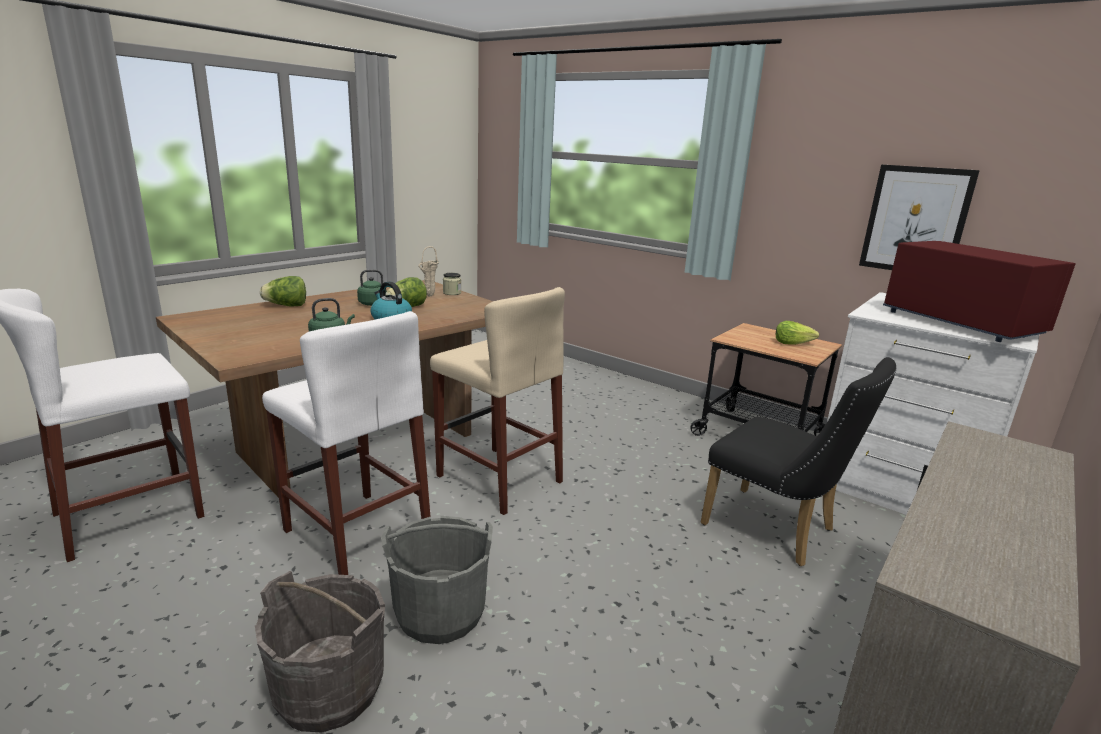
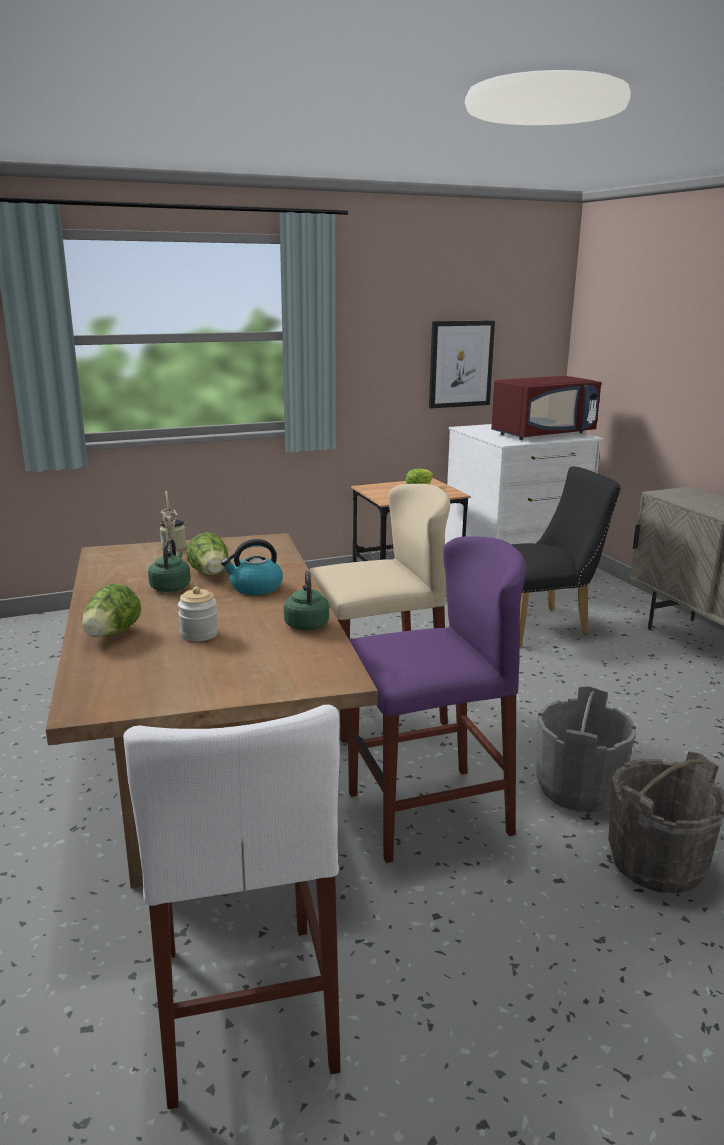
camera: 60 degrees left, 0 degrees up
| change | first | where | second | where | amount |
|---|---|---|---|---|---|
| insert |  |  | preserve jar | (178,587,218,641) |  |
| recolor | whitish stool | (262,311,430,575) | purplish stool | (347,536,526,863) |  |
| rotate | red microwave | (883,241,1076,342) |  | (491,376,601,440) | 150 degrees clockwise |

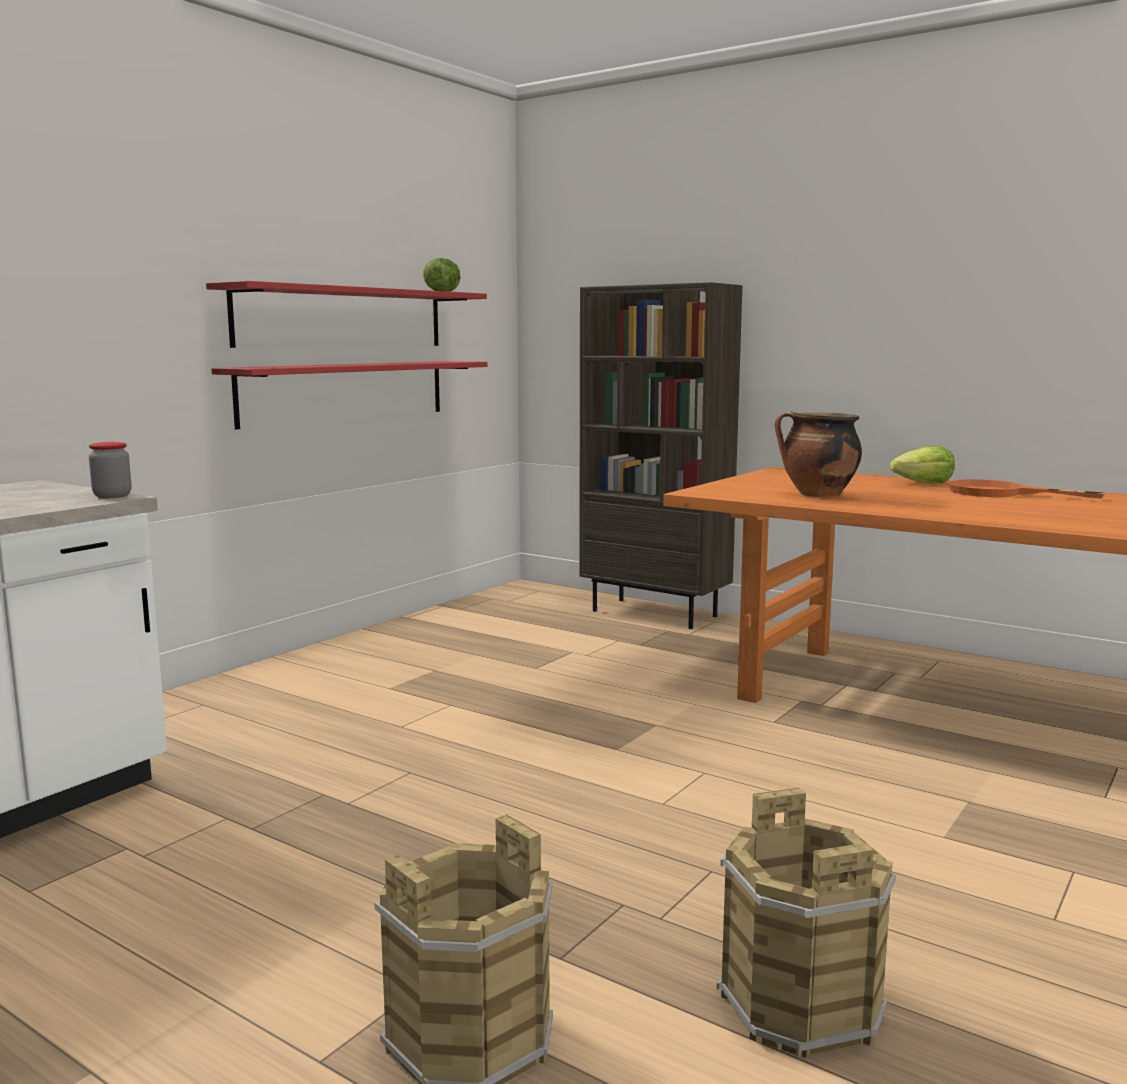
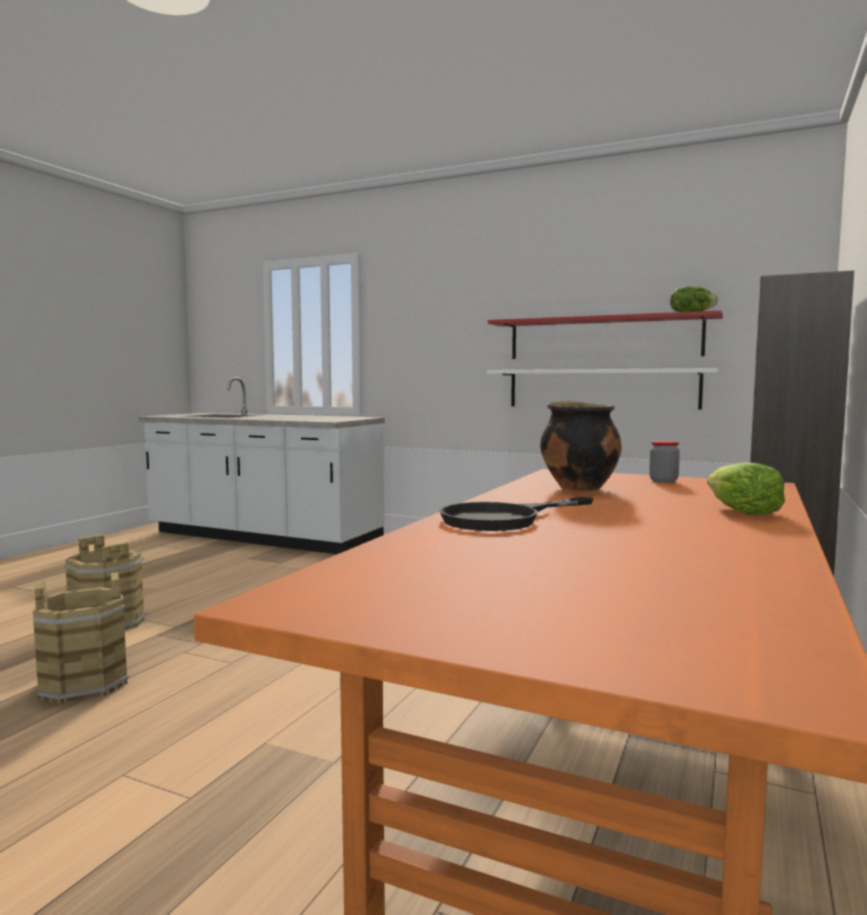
camera: 80 degrees right, 5 degrees down
| change | first | where | second | where | amount |
|---|---|---|---|---|---|
| delete | orange skillet | (948,479,1105,499) |  |  |  |
| insert |  |  | blackish skillet | (439,497,593,531) |  |
| move | preserve jar | (89,442,131,498) |  | (649,440,680,483) |  |
| recolor | red wall shelf | (211,361,488,430) | whitish wall shelf | (487,368,720,410) |  |

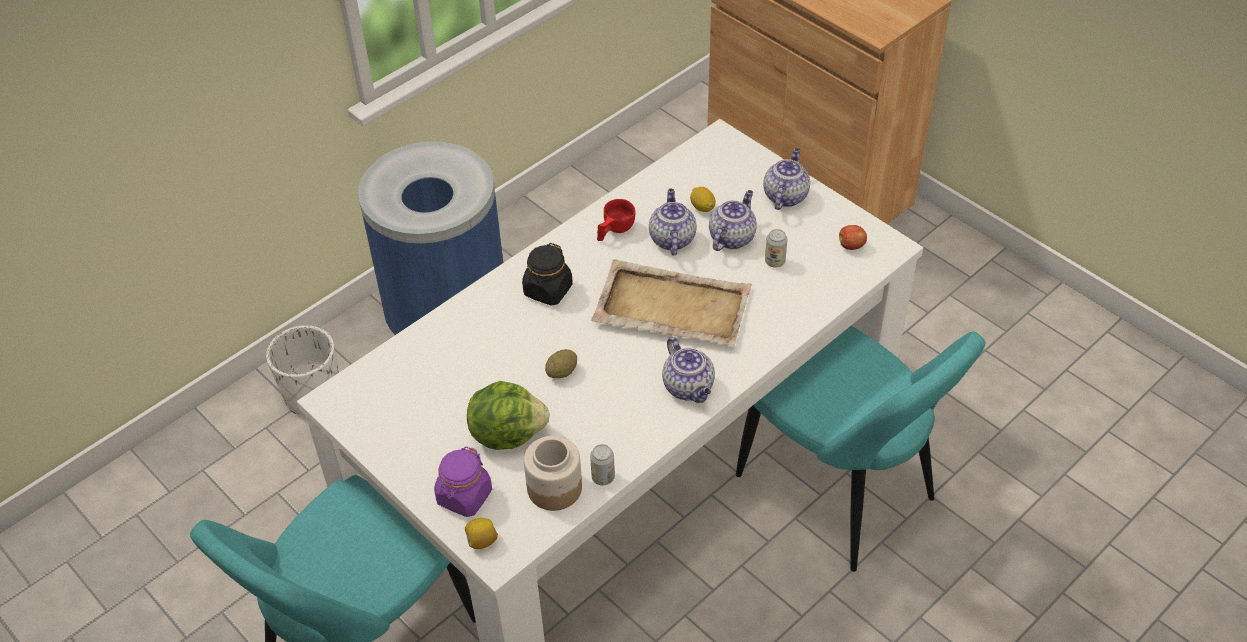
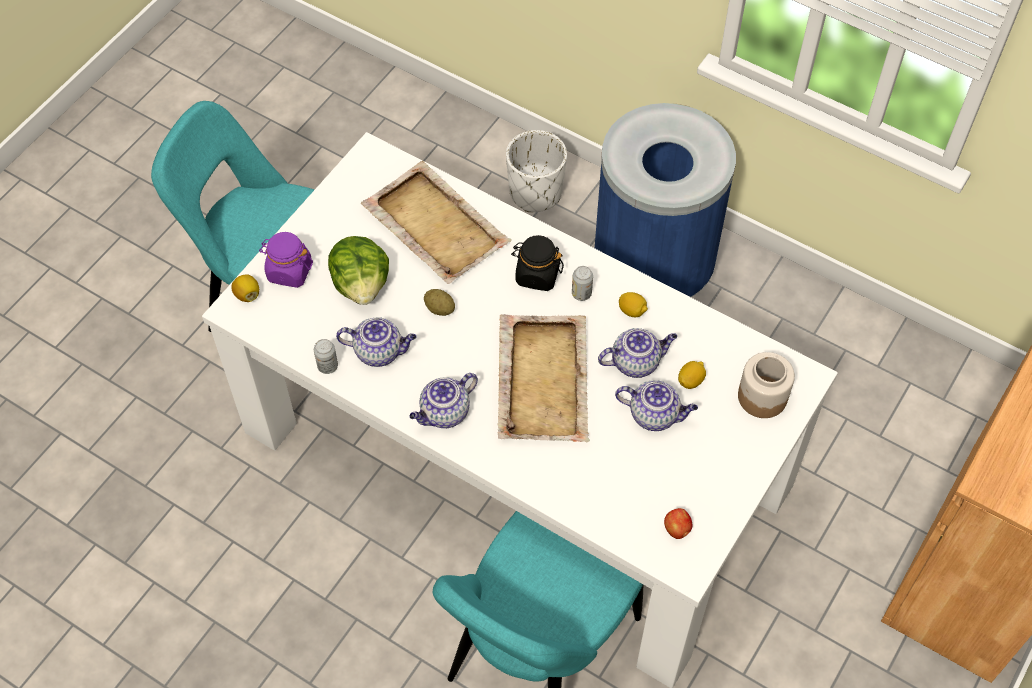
camera: 75 degrees right, 10 degrees up
| change | first | where | second | where | amount |
|---|---|---|---|---|---|
| insert |  |  | beige-coloured tray | (361,161,511,284) |  |
| move | preserve jar | (524,436,582,511) |  | (738,352,795,418) |  |
| move | teapot | (763,148,810,210) |  | (336,317,417,367) |  |
| move | sealed can | (765,229,787,268) |  | (572,266,593,301) |  |
| replace | red small cup | (597,199,635,241) | citrus fruit | (619,292,648,317) |  |

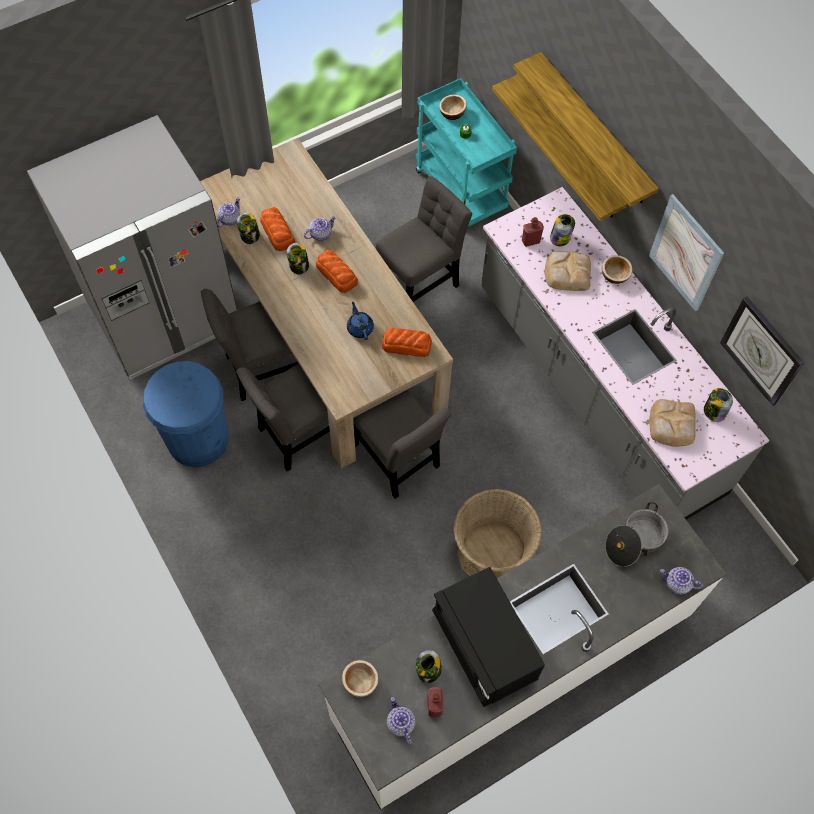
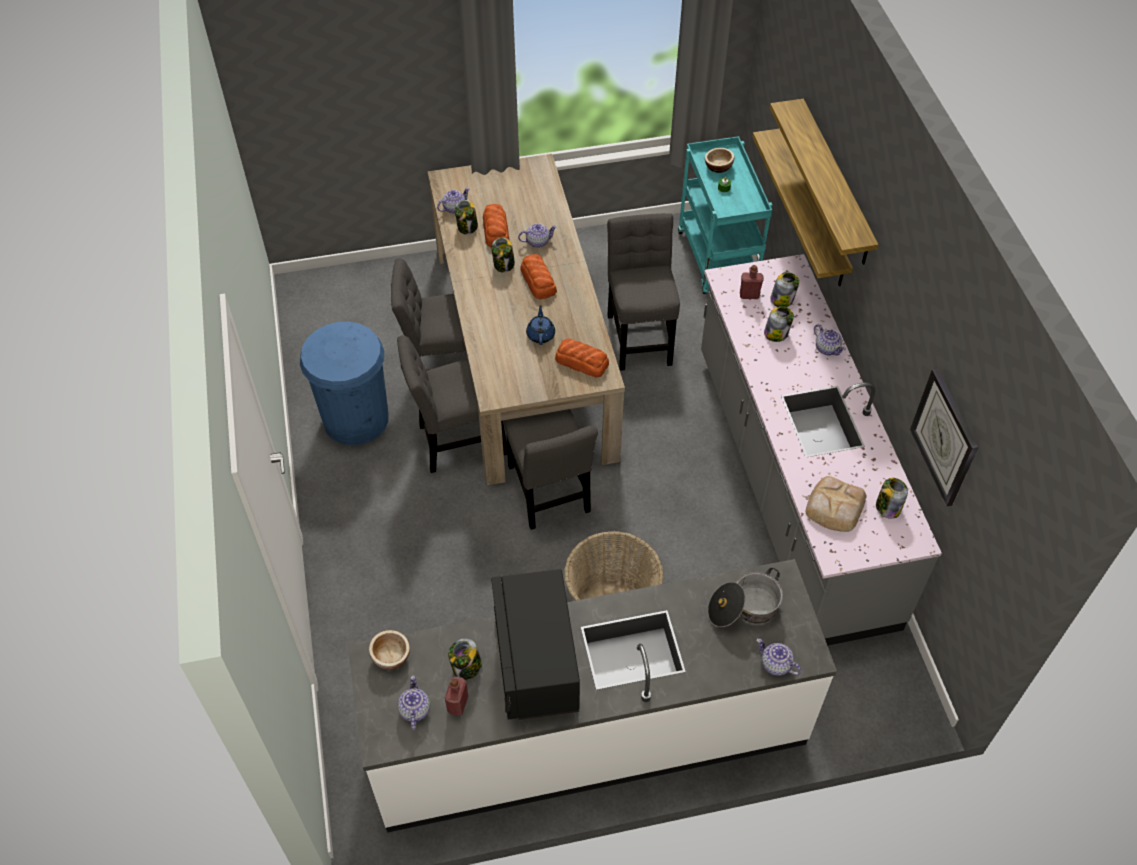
camera: 20 degrees right, 10 degrees down
| change | first | where | second | where | amount |
|---|---|---|---|---|---|
| delete | greyish fridge | (27,115,237,379) |  |  |  |
| delete | wall picture | (649,194,724,312) |  |  |  |
| replace | bread | (544,251,591,291) | preserve jar | (764,307,794,342) |  |
| replace | serving bowl | (602,255,633,284) | teapot | (814,324,846,356) |  |
| rotate | greyish upright chair | (376,176,472,302) |  | (607,213,680,371) | 75 degrees counterclockwise |

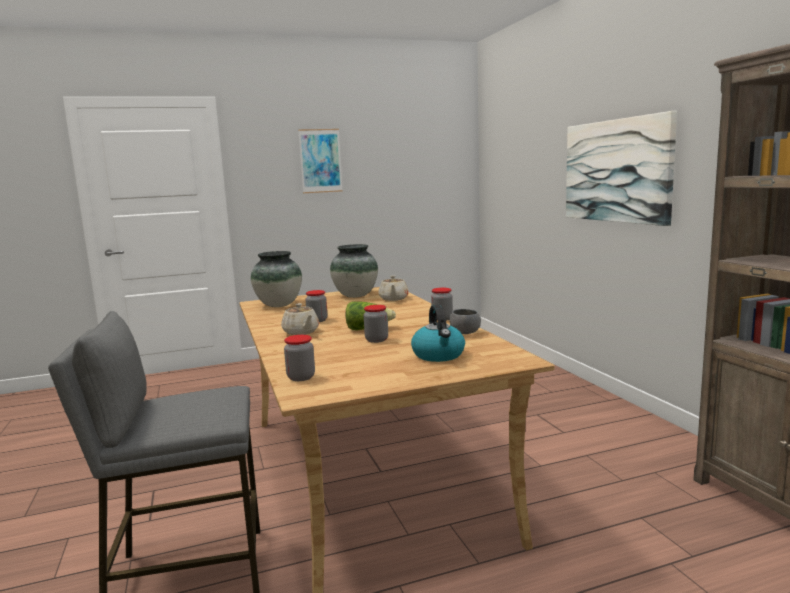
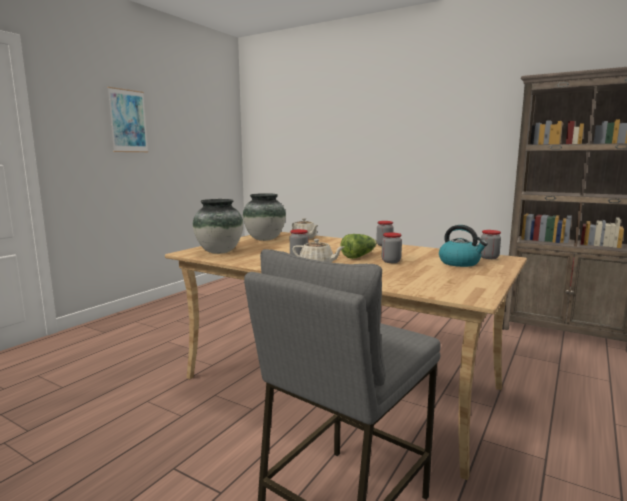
camera: 40 degrees left, 0 degrees up
| change | first | where | second | where | amount |
|---|---|---|---|---|---|
| delete | greyish serving bowl | (449,309,481,334) |  |  |  |
| delete | wall picture | (566,111,677,226) |  |  |  |
| move | preserve jar | (284,335,315,381) |  | (481,230,501,259) |  |

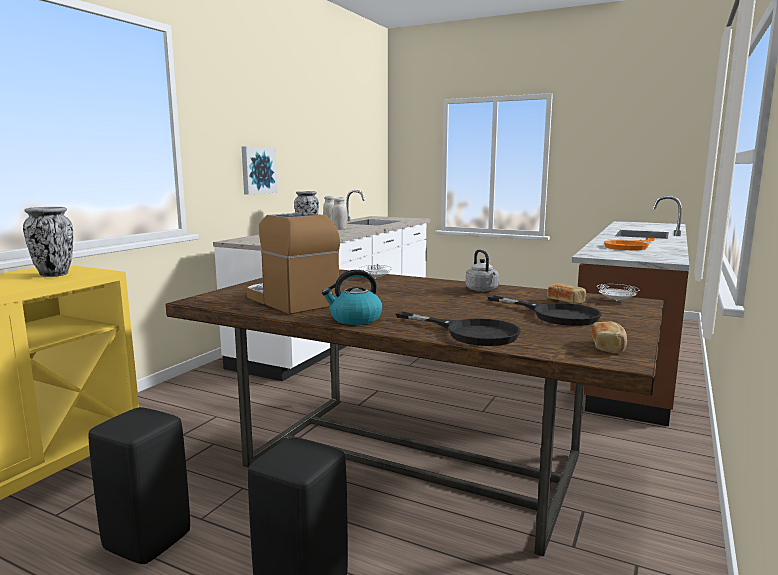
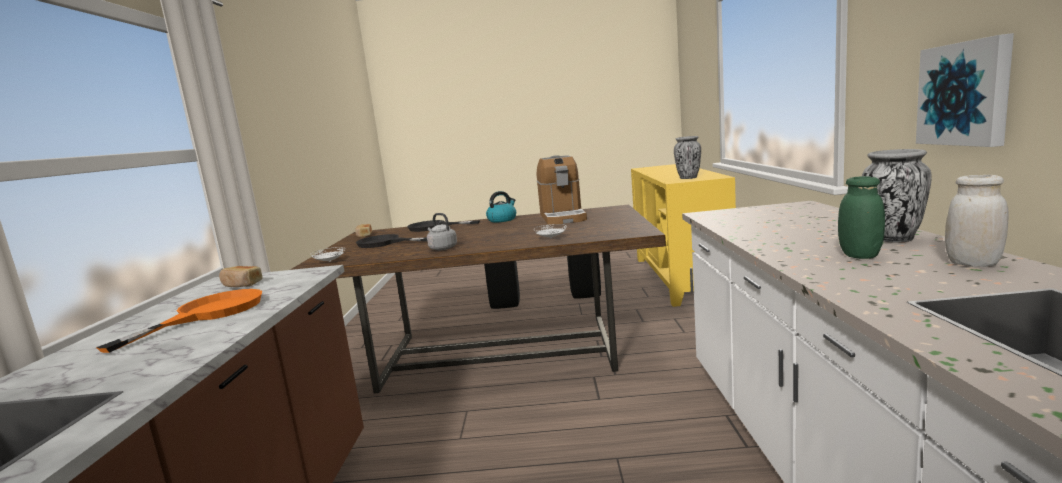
camera: 155 degrees right, 0 degrees up
| change | first | where | second | where | amount |
|---|---|---|---|---|---|
| move | bread | (547,283,586,304) |  | (219,266,263,287) |  |
| recolor | whitish preserve jar | (332,197,348,230) | green-coloured preserve jar | (838,176,885,259) |  |
| rotate | coffee machine | (247,212,340,314) |  | (537,155,587,225) | 60 degrees clockwise |

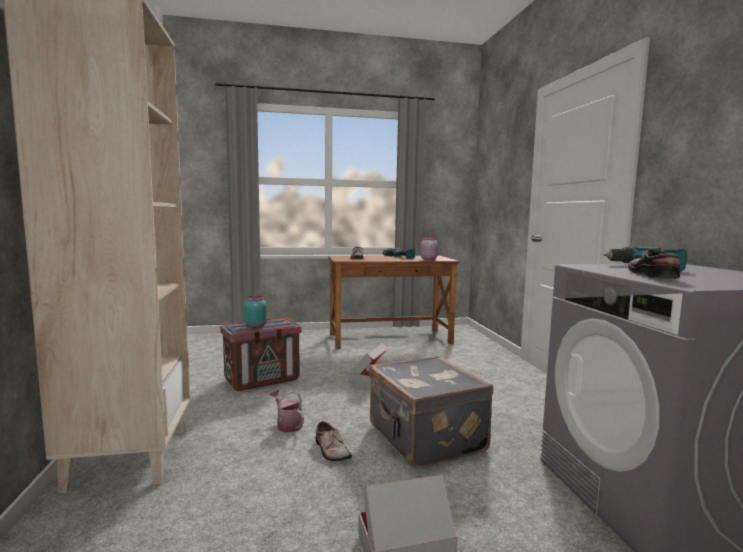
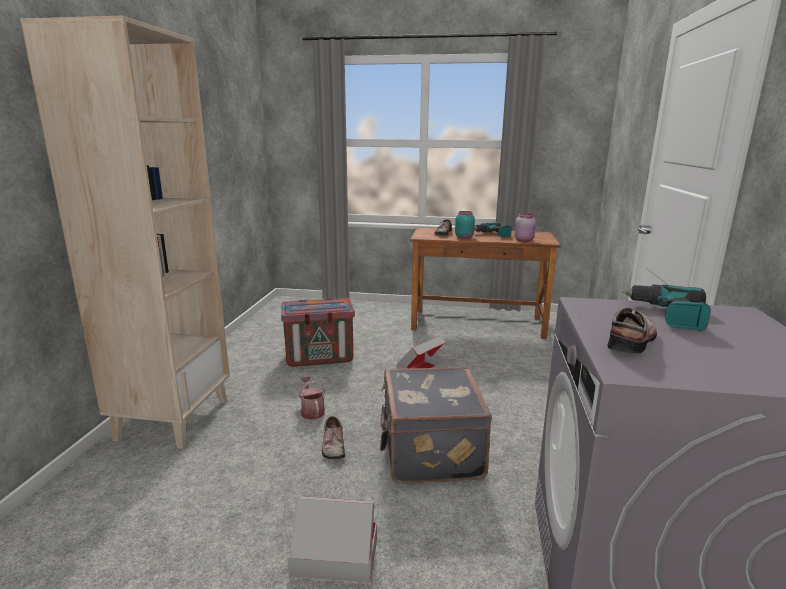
camera: 20 degrees right, 10 degrees up
| change | first | where | second | where | amount |
|---|---|---|---|---|---|
| move | turquoise-coloured preserve jar | (244,296,267,328) |  | (455,211,475,239) |  |

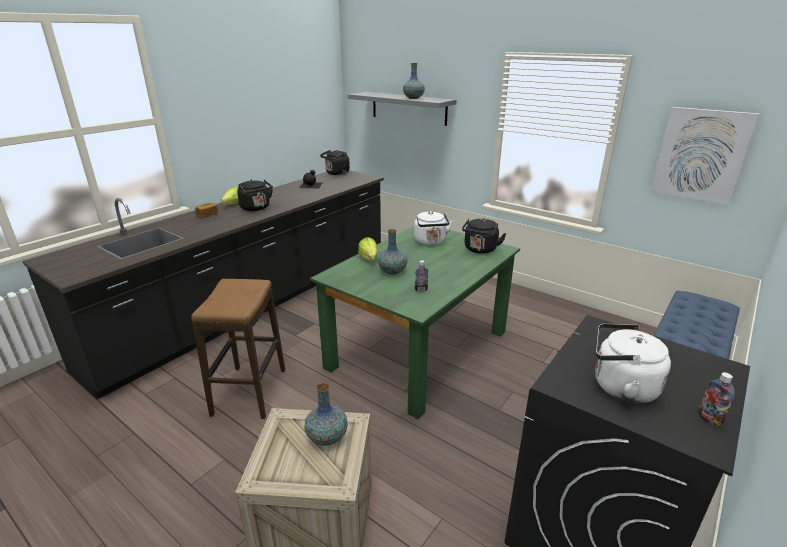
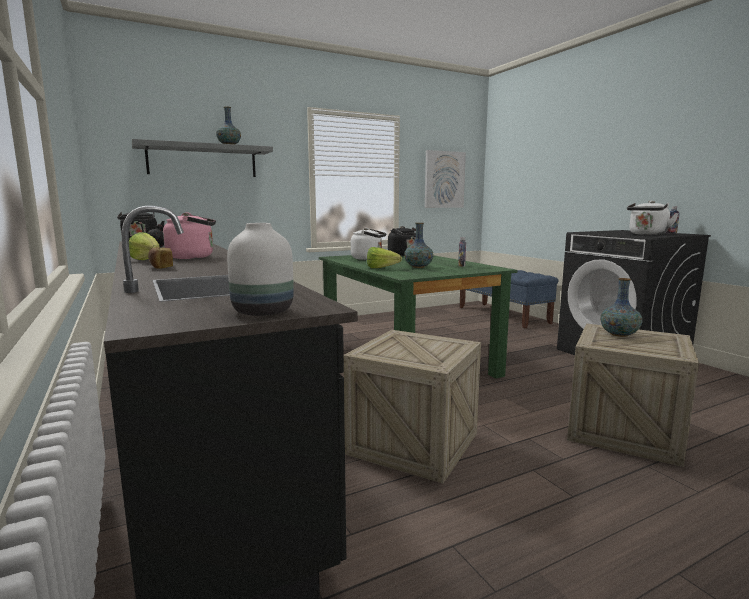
camera: 65 degrees left, 15 degrees down
| change | first | where | second | where | amount |
|---|---|---|---|---|---|
| insert |  |  | whitish flower vase | (227,223,294,316) |  |
| replace | stool | (191,279,285,419) | crate | (344,330,481,483) |  |
| recolor | blackish tea kettle | (237,179,273,211) | pink-coloured tea kettle | (163,212,216,259) |  |

